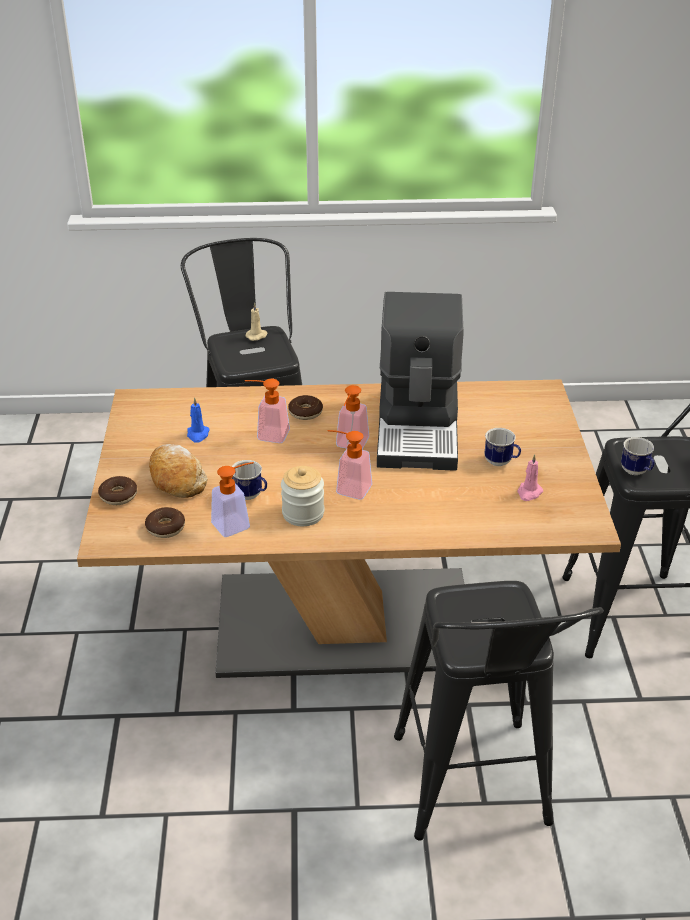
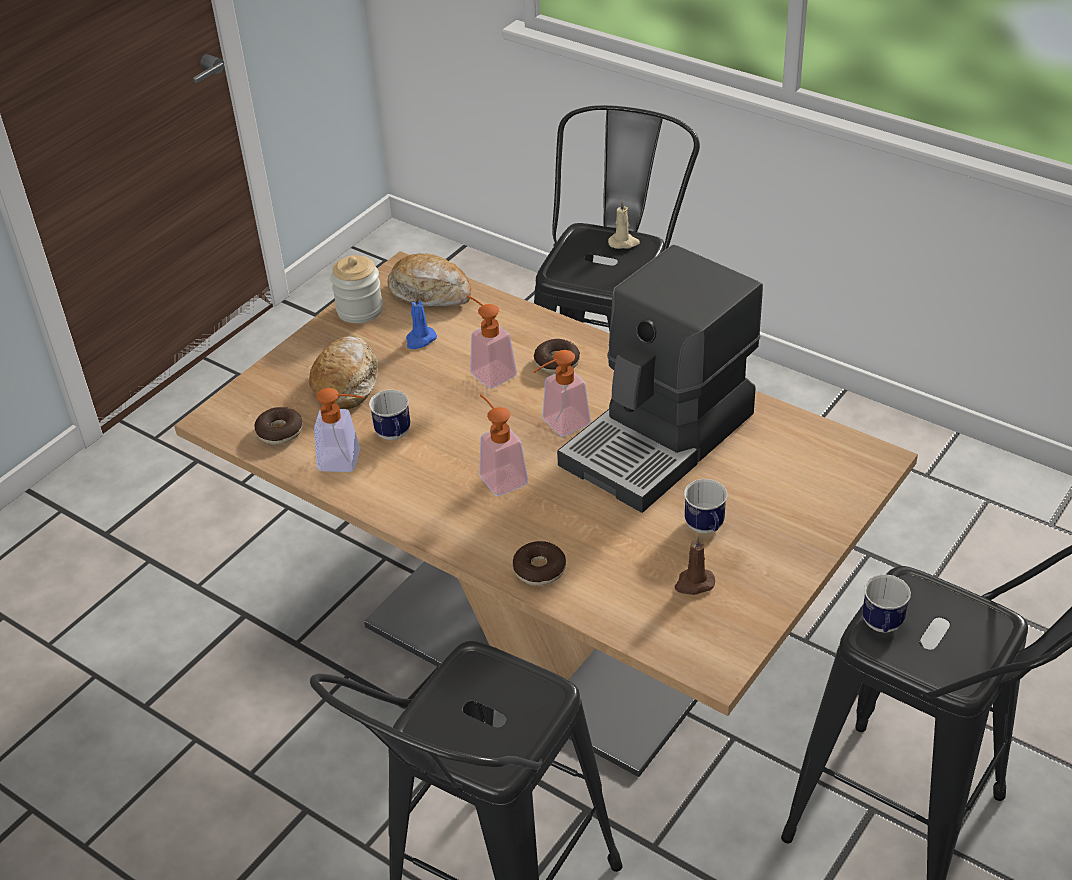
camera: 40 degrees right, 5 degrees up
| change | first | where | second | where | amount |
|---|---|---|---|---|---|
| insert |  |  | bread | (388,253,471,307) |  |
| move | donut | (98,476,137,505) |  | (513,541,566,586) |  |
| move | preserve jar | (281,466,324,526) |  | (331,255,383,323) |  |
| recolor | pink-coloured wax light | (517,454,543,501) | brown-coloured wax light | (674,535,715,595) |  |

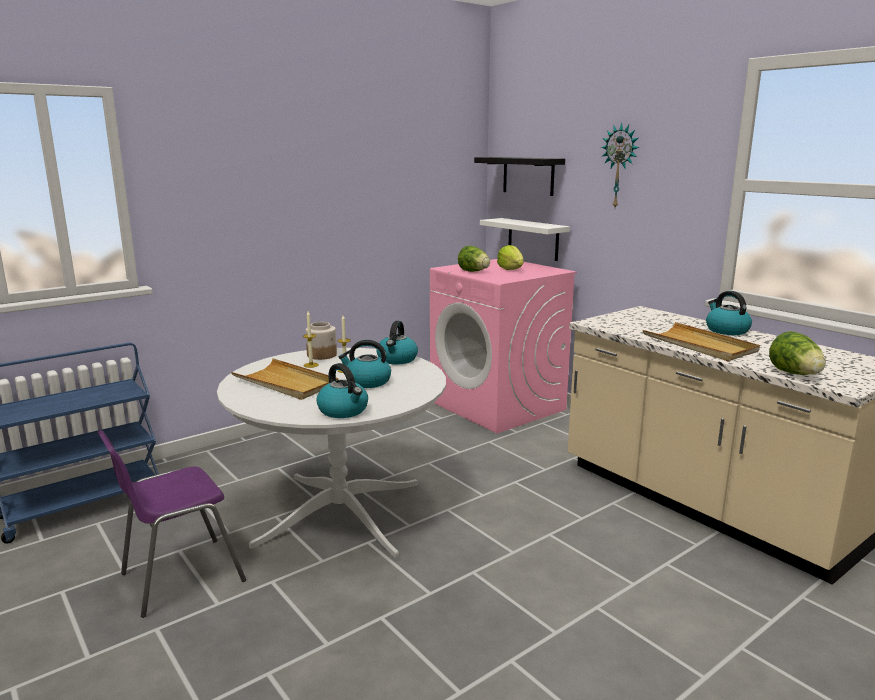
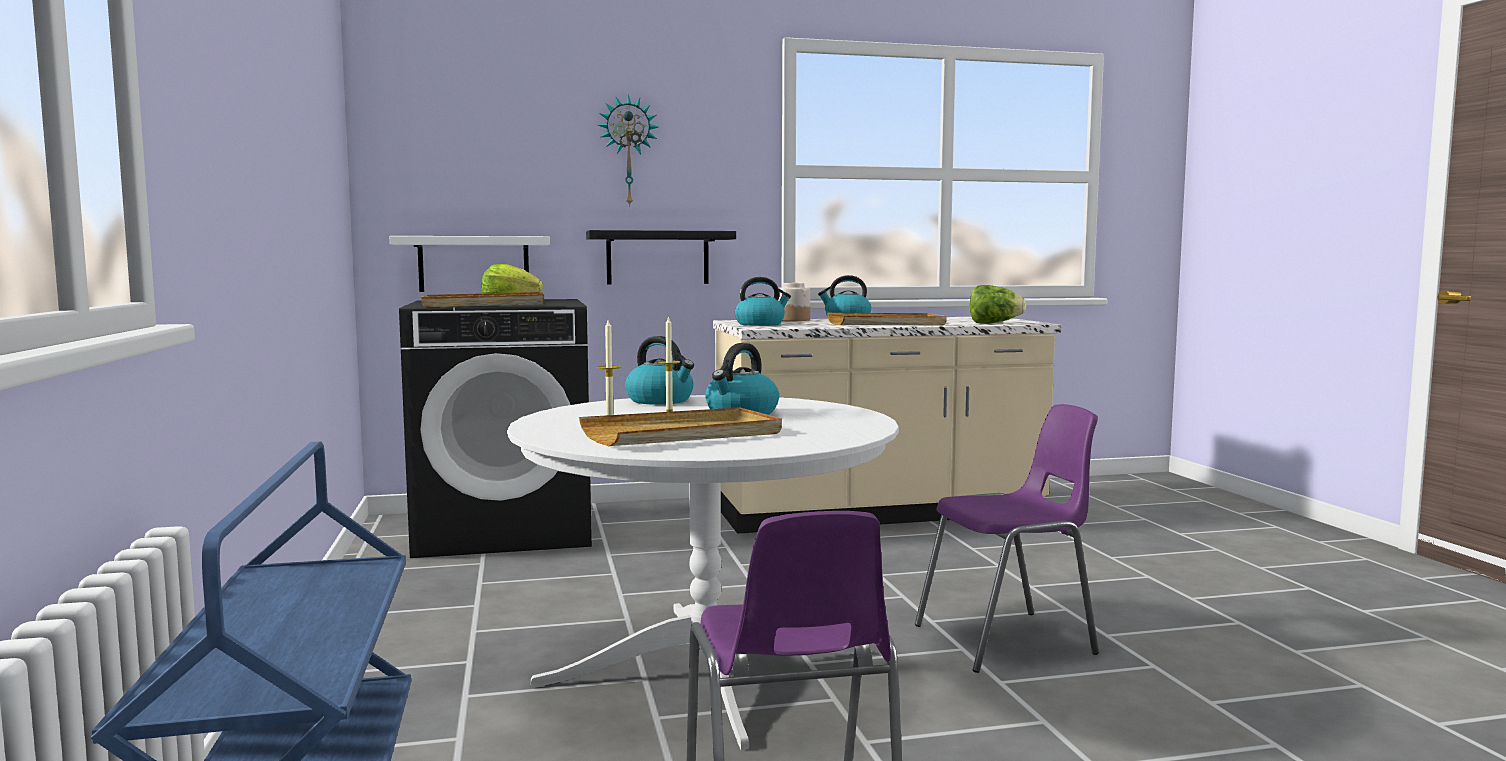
camera: 65 degrees left, 10 degrees down
| change | first | where | second | where | amount |
|---|---|---|---|---|---|
| insert |  |  | purplish upright chair | (915,404,1099,673) |  |
| move | preserve jar | (306,322,337,360) |  | (778,283,810,321) |  |
| move | tea kettle | (316,363,368,418) |  | (735,277,791,326) |  |
| move | blackish wall shelf | (474,157,565,196) |  | (586,230,736,284) |  |
| replace | lettuce head | (458,246,490,272) | beige-coloured tray | (422,292,544,307) |  |
| recolor | pink-coloured laundry appliance | (430,259,577,433) | blackish laundry appliance | (399,299,592,558) |  |

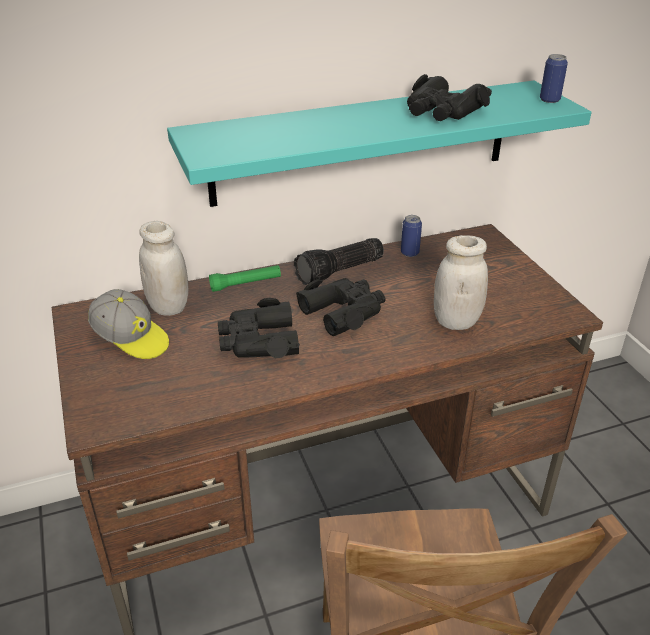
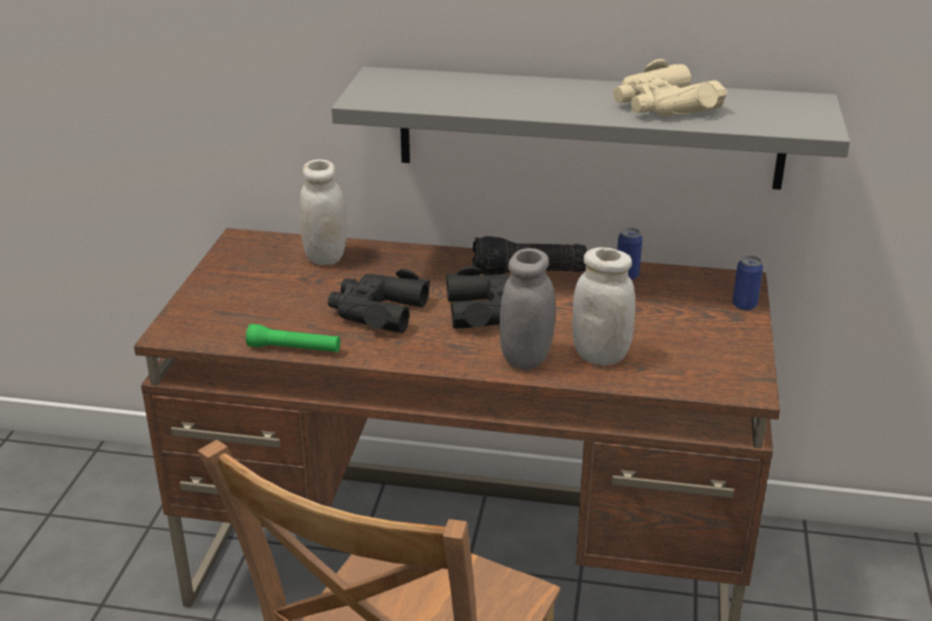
camera: 30 degrees right, 5 degrees down
| change | first | where | second | where | amount |
|---|---|---|---|---|---|
| delete | baseball cap | (88,289,169,359) |  |  |  |
| insert |  |  | greyish preserve jar | (499,248,555,370) |  |
| move | green-coloured flashlight | (209,265,281,292) |  | (246,324,340,352) |  |
| move | sealed can | (540,54,568,103) |  | (733,255,763,311) |  |
| recolor | turquoise-coloured wall shelf | (167,81,592,207) | greyish wall shelf | (331,67,850,190) |  |
| recolor | blackish binoculars | (407,74,492,121) | beige-coloured binoculars | (613,59,727,116) |  |

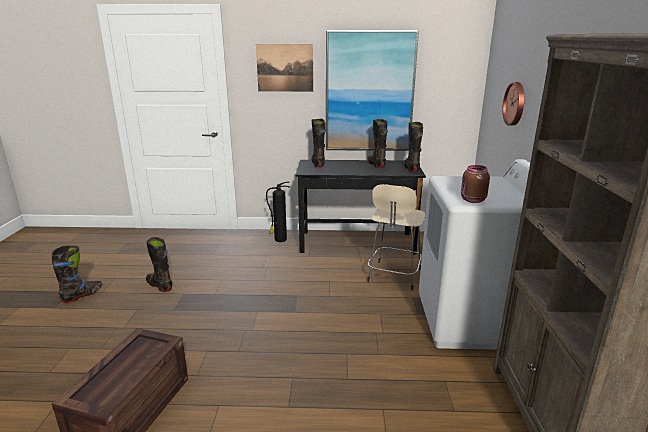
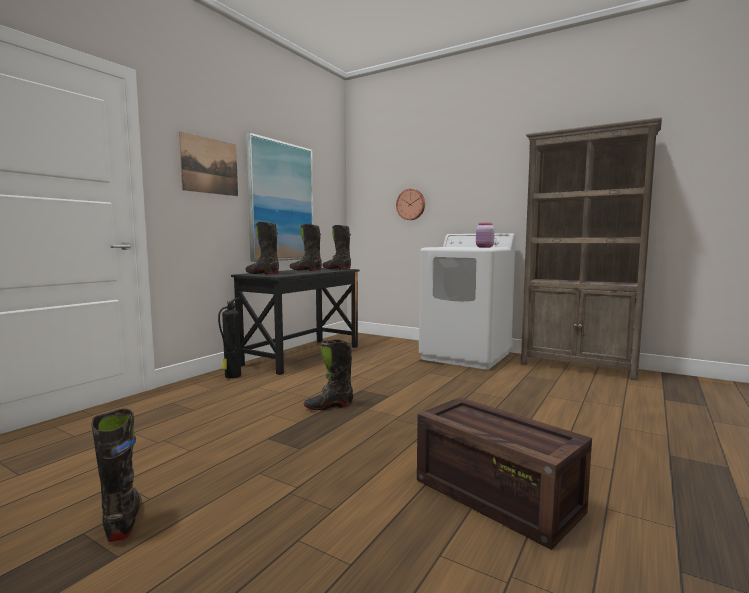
camera: 60 degrees left, 15 degrees down
| change | first | where | second | where | amount |
|---|---|---|---|---|---|
| delete | beige-coloured stool | (367,184,425,290) |  |  |  |
| move | blackish high-top boot | (146,237,172,292) |  | (304,339,353,410) |  |
| recolor | brown-coloured preserve jar | (461,165,490,203) | pink-coloured preserve jar | (476,223,495,248) |  |

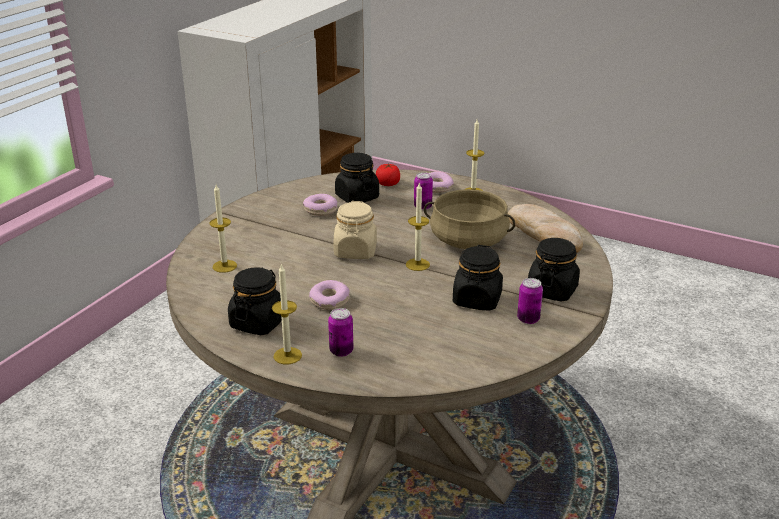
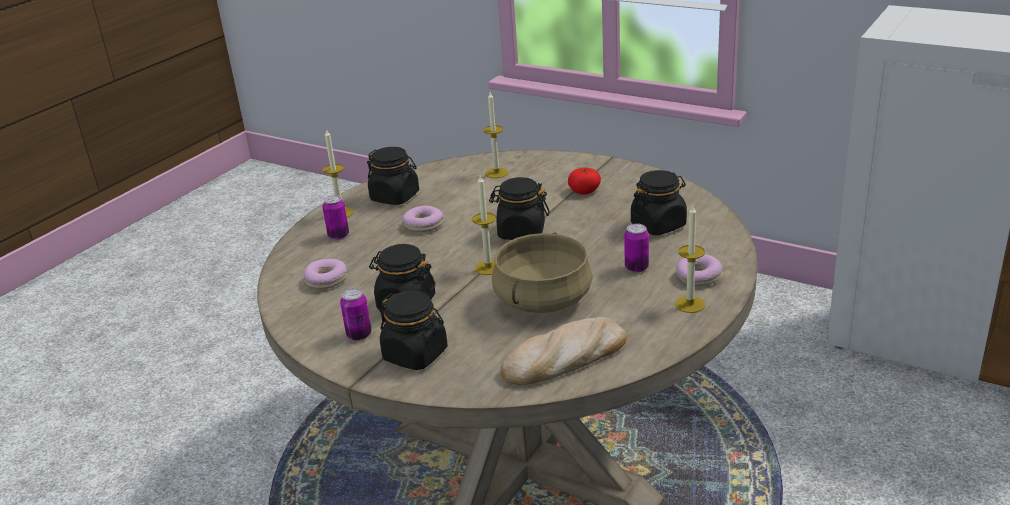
camera: 95 degrees right, 0 degrees up
| change | first | where | second | where | amount |
|---|---|---|---|---|---|
| move | donut | (303,194,338,216) |  | (303,259,347,289) |  |
| move | fresh tomato | (376,164,400,186) |  | (568,167,601,195) |  |
| recolor | beige-coloured preserve jar | (334,201,377,259) | blackish preserve jar | (489,177,550,240) |  |

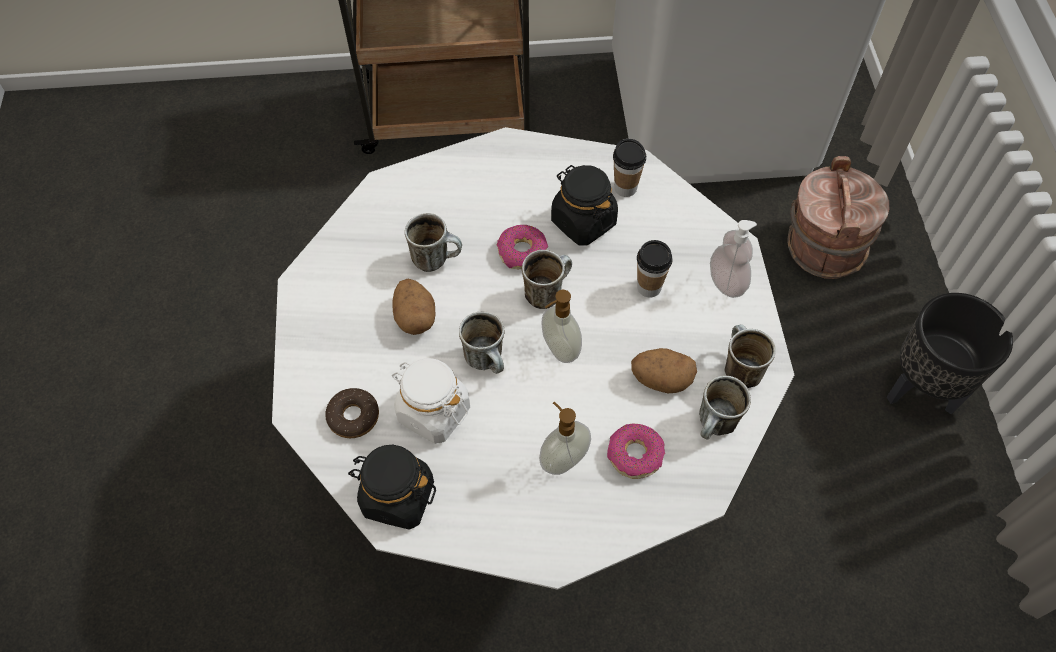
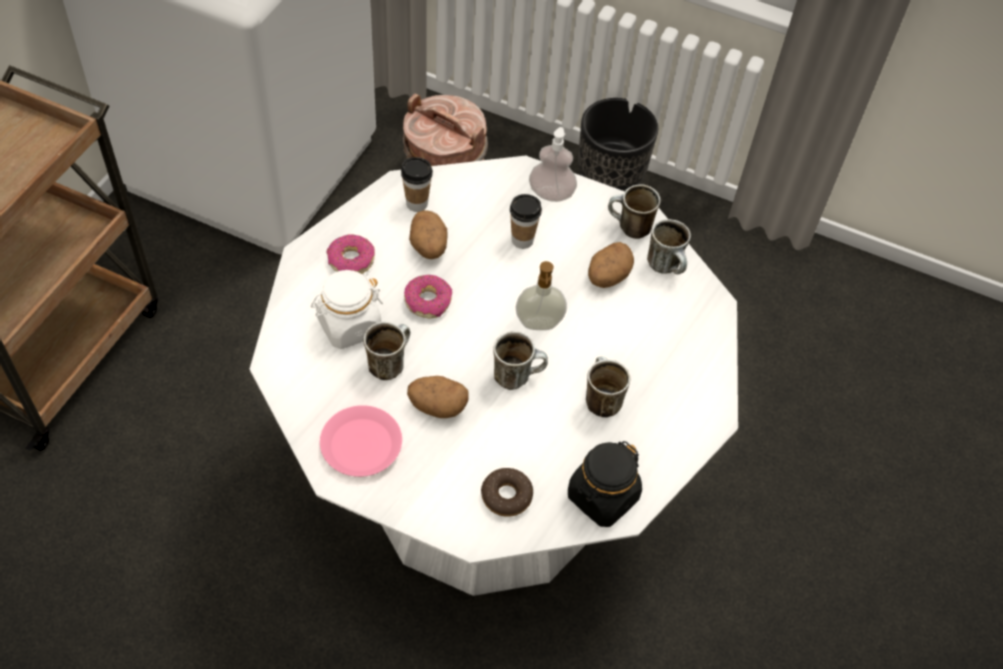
camera: 65 degrees left, 5 degrees down
| change | first | where | second | where | amount |
|---|---|---|---|---|---|
| delete | soap dispenser | (539,401,591,475) |  |  |  |
| insert |  |  | pink-coloured flat dish | (320,405,402,477) |  |
| move | whitish preserve jar | (392,358,470,444) |  | (311,270,383,349) |  |
| move | coffee mug | (522,250,572,309) |  | (586,356,630,418) |  |
| move | donut | (607,424,665,479) |  | (327,235,375,274) |  |
| replace | blackish preserve jar | (551,165,618,246) | whole potato | (409,210,447,259) |  |

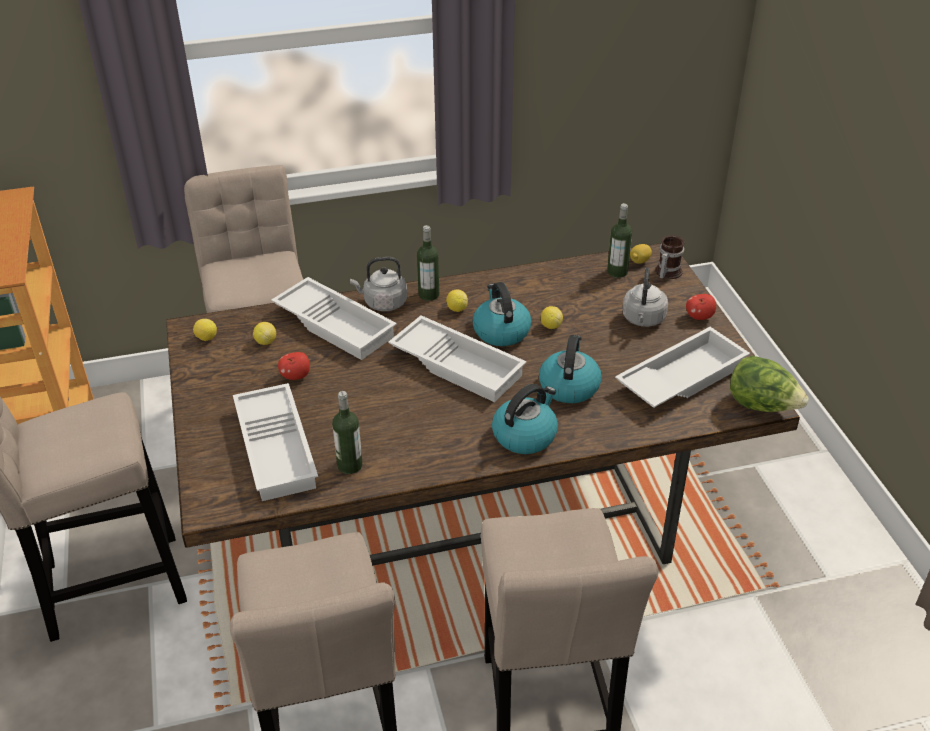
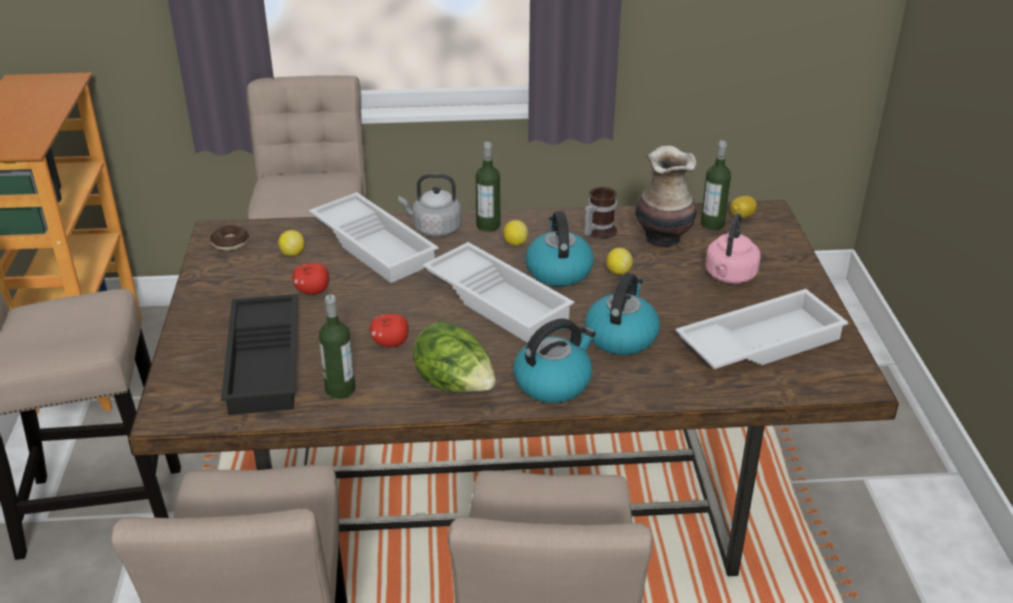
camera: 10 degrees right, 5 degrees down
| change | first | where | second | where | amount |
|---|---|---|---|---|---|
| insert |  |  | flower vase | (635,146,697,248) |  |
| move | coffee mug | (655,235,685,279) |  | (584,187,617,239) |  |
| move | whole apple | (686,294,716,320) |  | (370,314,408,347) |  |
| move | lettuce head | (730,356,809,412) |  | (413,321,496,392) |  |
| replace | citrus fruit | (193,319,217,341) | donut | (210,225,249,251) |  |
| recolor | whitish tray | (233,383,318,501) | blackish tray | (221,294,298,415) |  |
| recolor | greyish tea kettle | (622,268,668,327) | pink-coloured tea kettle | (706,213,760,284) |  |

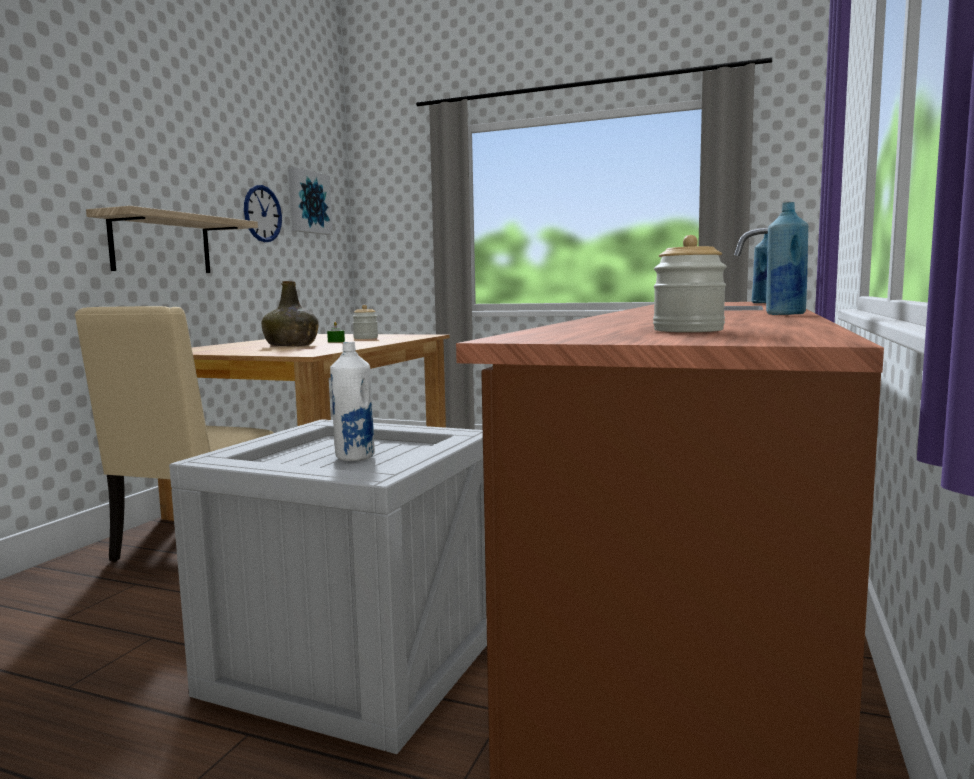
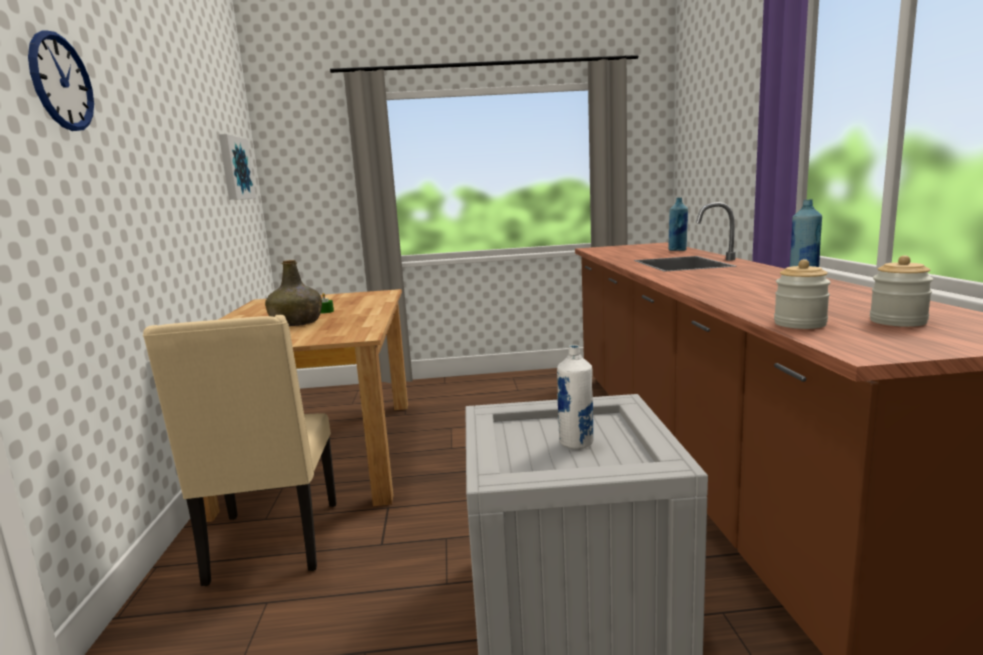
camera: 25 degrees left, 5 degrees up
| change | first | where | second | where | amount |
|---|---|---|---|---|---|
| delete | wall shelf | (86,206,258,273) |  |  |  |
| move | wall clock | (244,185,282,242) |  | (28,30,94,131) |  |
| move | preserve jar | (352,305,378,339) |  | (774,259,831,329) |  |

